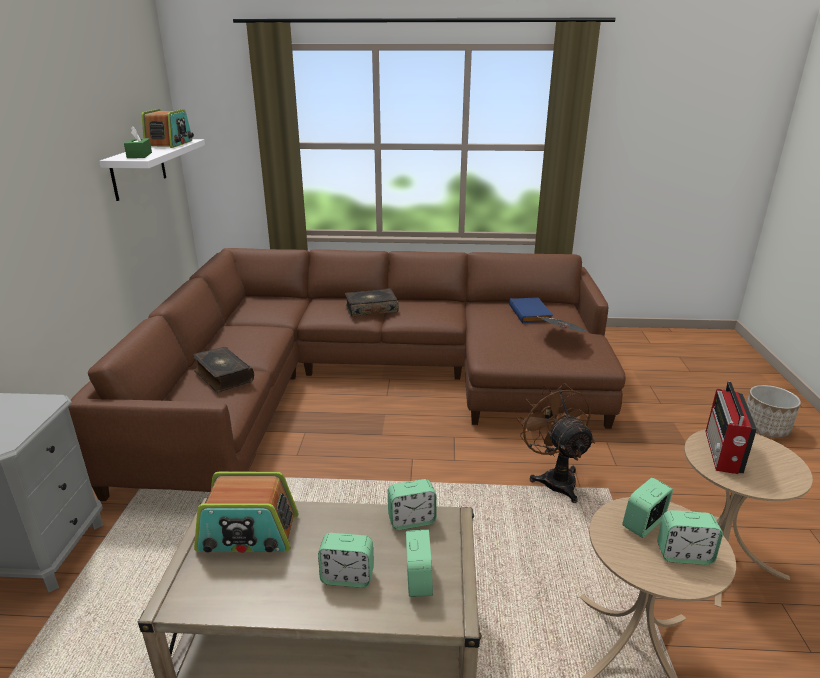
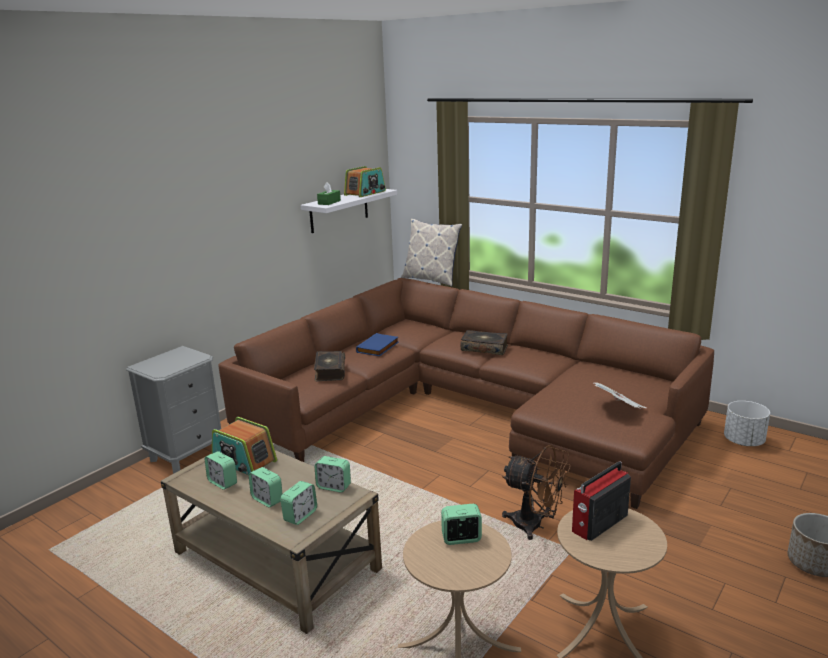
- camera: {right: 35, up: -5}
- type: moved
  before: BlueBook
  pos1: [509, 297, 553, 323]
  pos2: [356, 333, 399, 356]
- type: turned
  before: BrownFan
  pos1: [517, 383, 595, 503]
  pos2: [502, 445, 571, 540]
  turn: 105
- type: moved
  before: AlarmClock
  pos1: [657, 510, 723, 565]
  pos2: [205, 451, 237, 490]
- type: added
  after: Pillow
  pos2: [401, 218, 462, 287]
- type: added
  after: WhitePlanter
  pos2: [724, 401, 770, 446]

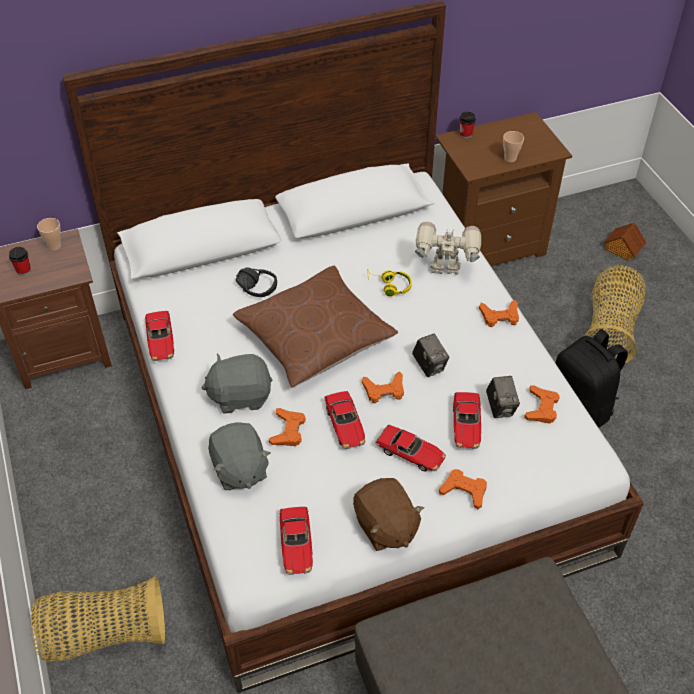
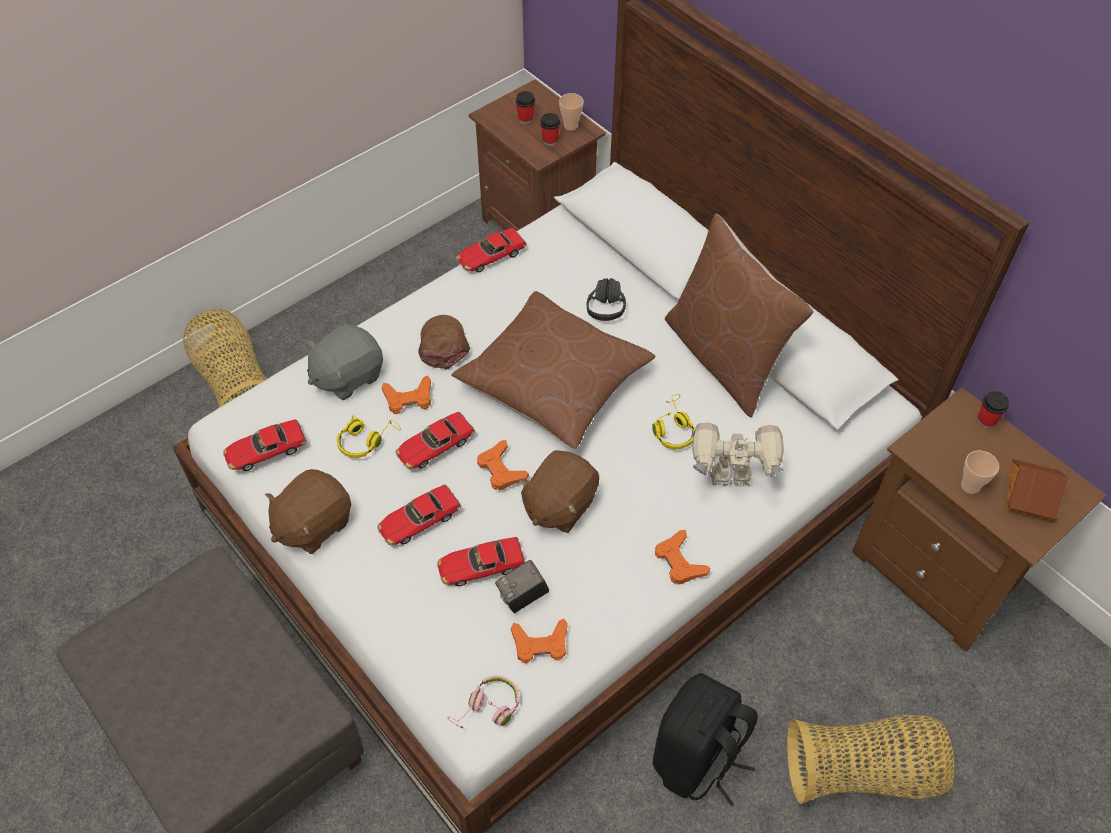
- camera: {right: 70, up: 5}
- type: turned
  before: ToyRobot
  pos1: [415, 221, 481, 275]
  pos2: [692, 422, 784, 486]
  turn: -75
- type: moved
  before: ToyHouse
  pos1: [604, 222, 647, 261]
  pos2: [1005, 459, 1069, 521]
- type: replaced
  before: PhotoCamera
  after: BrownPlushToy
  pos1: [412, 334, 450, 377]
  pos2: [519, 450, 599, 533]
- type: replaced
  before: GreyPlushToy
  after: BrownCap
  pos1: [201, 354, 272, 414]
  pos2: [419, 315, 470, 369]
- type: turned
  before: ToyCar
  pos1: [375, 425, 446, 471]
  pos2: [377, 485, 461, 545]
  turn: 45
- type: removed
  before: OrangeGameController
  pos1: [439, 469, 487, 509]
- type: added
  after: Cup
  pos2: [540, 113, 560, 146]
- type: added
  after: BrownPillow
  pos2: [665, 213, 814, 417]
- type: added
  after: YellowHeadphones
  pos2: [337, 415, 401, 458]
- type: added
  after: PinkHeadphones
  pos2: [447, 675, 520, 728]

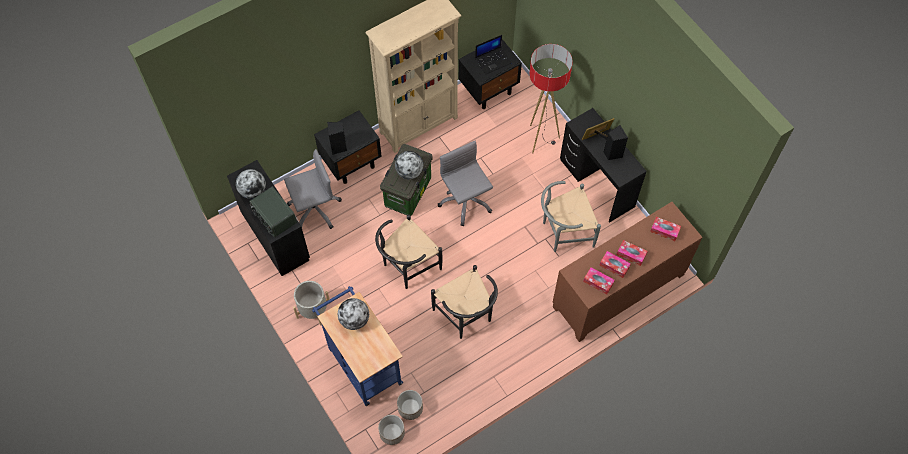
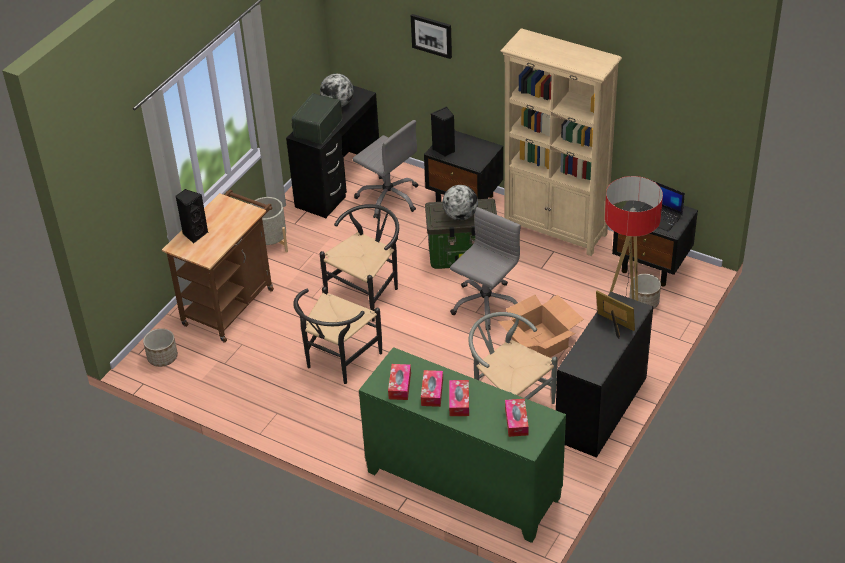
- camera: {right: 65, up: -20}
- type: moved
  before: BlackSpeaker
  pos1: [603, 125, 628, 161]
  pos2: [176, 189, 208, 243]
- type: recoloured
  before: BrownCabinet
  after: GreenCabinet
  pos1: [553, 202, 703, 342]
  pos2: [359, 347, 566, 543]
- type: turned
  before: BlackChair
  pos1: [375, 214, 442, 289]
  pos2: [319, 204, 399, 322]
  turn: 105
- type: recoloured
  before: BlueCart
  after: BrownCart
  pos1: [312, 286, 403, 406]
  pos2: [162, 190, 274, 342]
- type: removed
  before: Globe
  pos1: [338, 298, 369, 330]
- type: moved
  before: Planter
  pos1: [397, 390, 423, 420]
  pos2: [629, 274, 661, 309]
- type: added
  after: Picture
  pos2: [411, 14, 452, 59]
- type: added
  after: CardboardBox
  pos2: [498, 295, 584, 358]

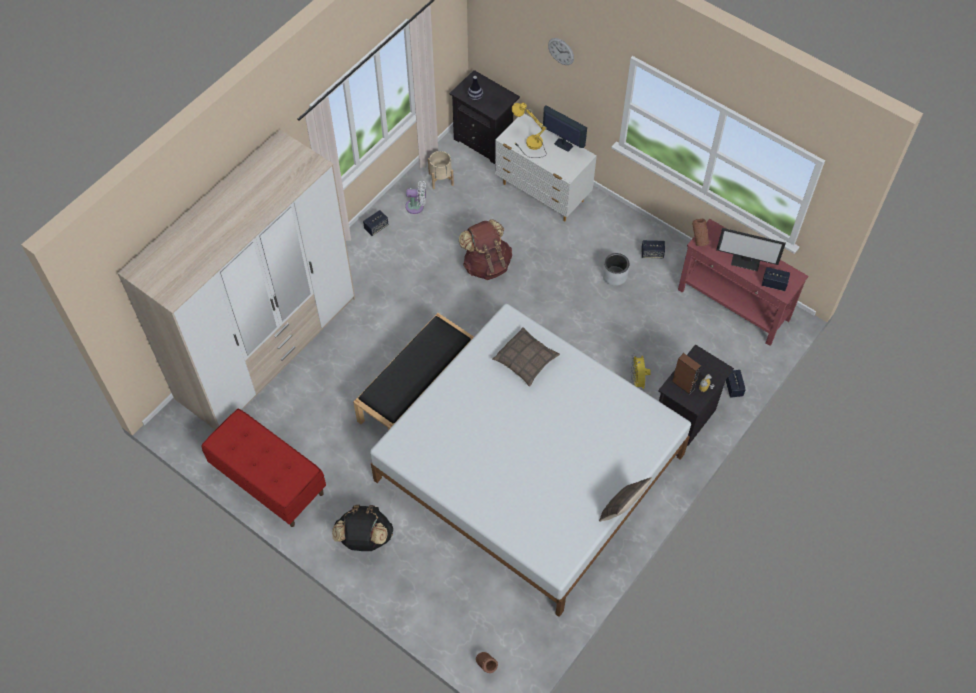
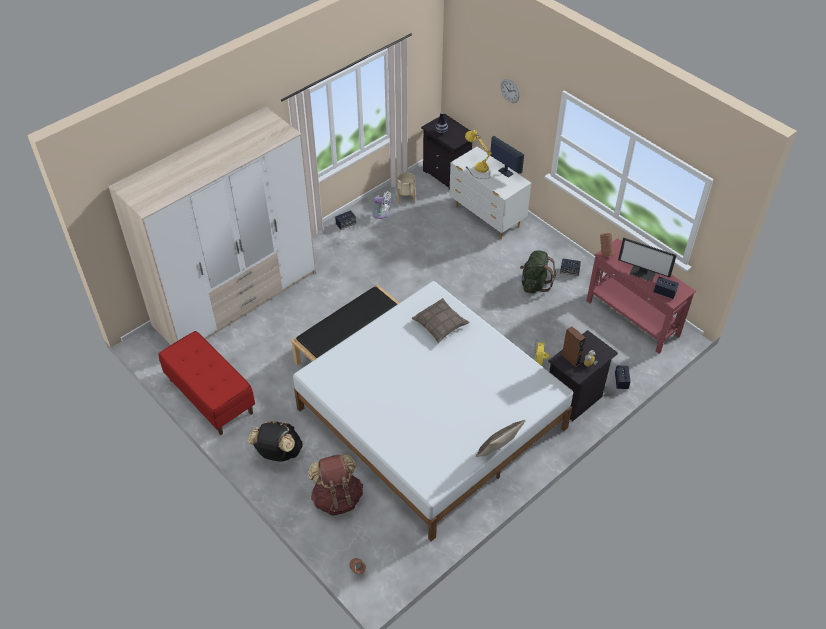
- camera: {right: 10, up: -10}
- type: moved
  before: BrownBackpack
  pos1: [459, 219, 512, 280]
  pos2: [308, 454, 363, 515]
- type: replaced
  before: GreyPlanter
  after: GreenBackpack
  pos1: [602, 253, 629, 286]
  pos2: [520, 250, 556, 294]

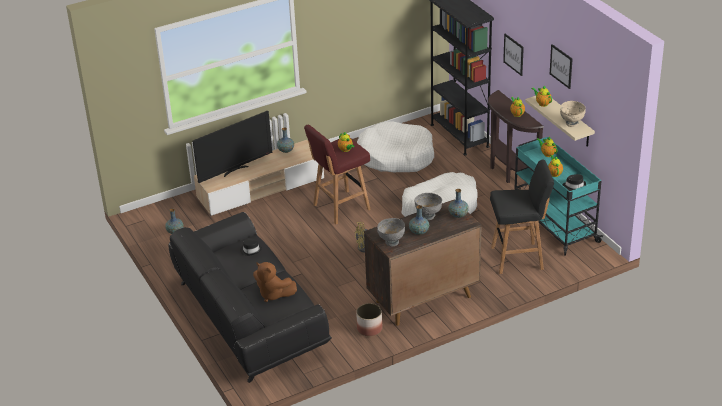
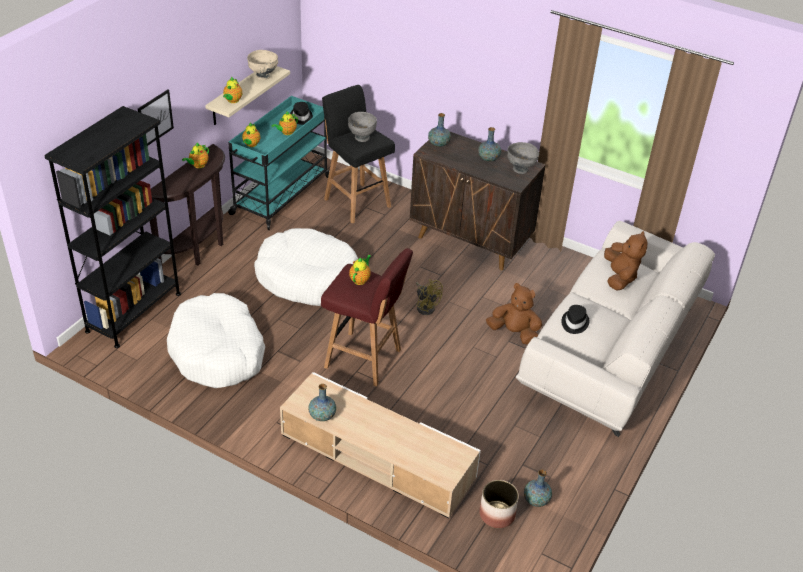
- camera: {right: -125, up: 5}
- type: removed
  before: Picture
  pos1: [550, 44, 572, 89]
- type: removed
  before: Television
  pos1: [193, 110, 272, 183]
- type: moved
  before: GreyBowl
  pos1: [414, 193, 442, 220]
  pos2: [348, 112, 377, 142]
- type: recoloured
  before: BlackSofa
  after: WhiteSofa
  pos1: [168, 212, 332, 383]
  pos2: [516, 221, 715, 437]
- type: moved
  before: Planter
  pos1: [356, 303, 382, 336]
  pos2: [479, 480, 519, 528]
- type: added
  after: BrownPlushToy
  pos2: [486, 283, 542, 345]

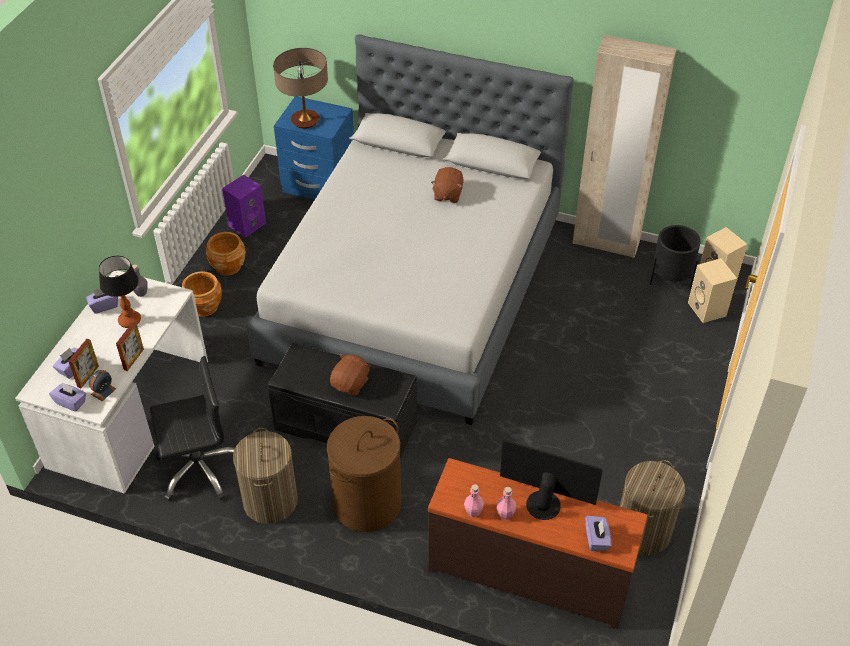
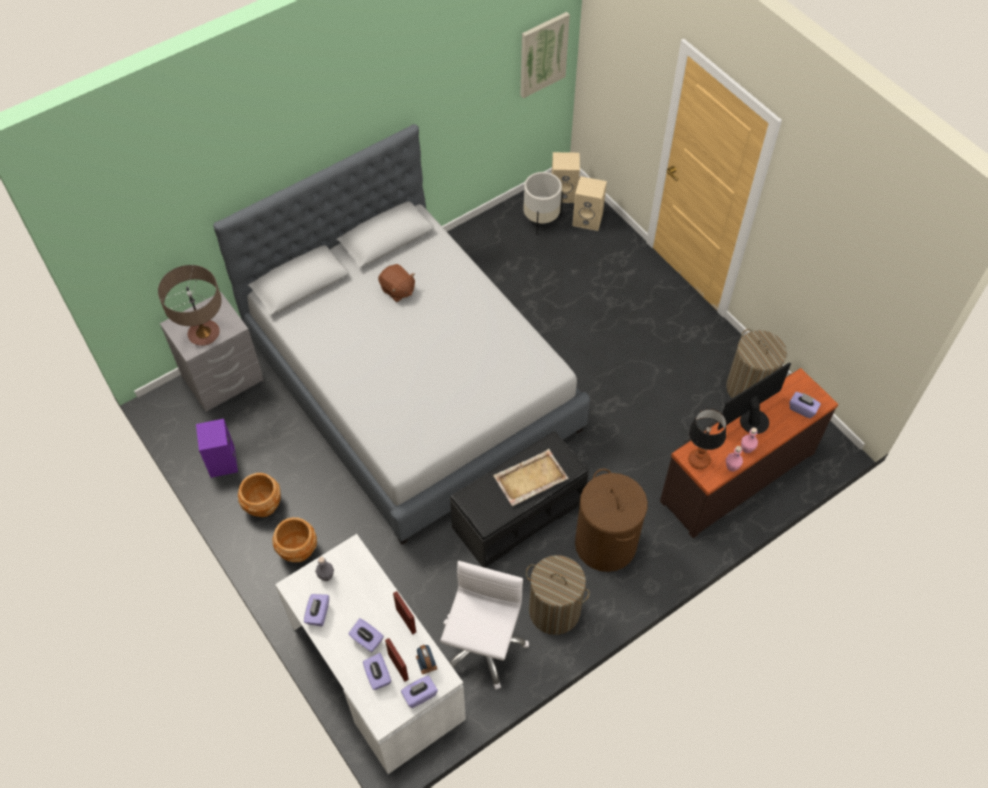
- camera: {right: -55, up: 10}
- type: removed
  before: BeigeWardrobe
  pos1: [572, 35, 676, 258]
- type: recoloured
  before: BlueNightstand
  after: GreyNightstand
  pos1: [274, 96, 354, 200]
  pos2: [160, 292, 263, 412]
- type: recoloured
  before: BlackPlanter
  after: WhitePlanter
  pos1: [650, 225, 701, 289]
  pos2: [523, 172, 563, 235]
- type: moved
  before: TableLamp
  pos1: [99, 256, 141, 328]
  pos2: [688, 409, 726, 469]
- type: replaced
  before: BrownPlushToy
  after: BeigeTray
  pos1: [330, 354, 370, 396]
  pos2: [493, 449, 569, 506]
- type: recoloured
  before: BlackOfficeChair
  after: WhiteOfficeChair
  pos1: [150, 356, 235, 501]
  pos2: [440, 561, 529, 689]
- type: added
  after: Picture
  pos2: [520, 12, 570, 98]
- type: added
  after: PurpleTissueBox
  pos2: [348, 618, 384, 652]

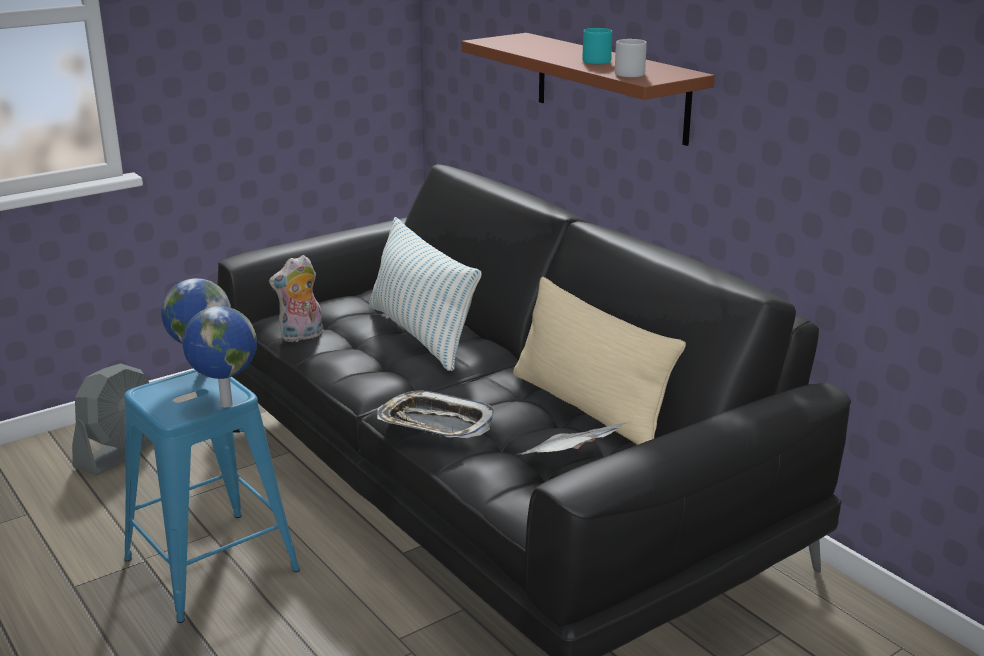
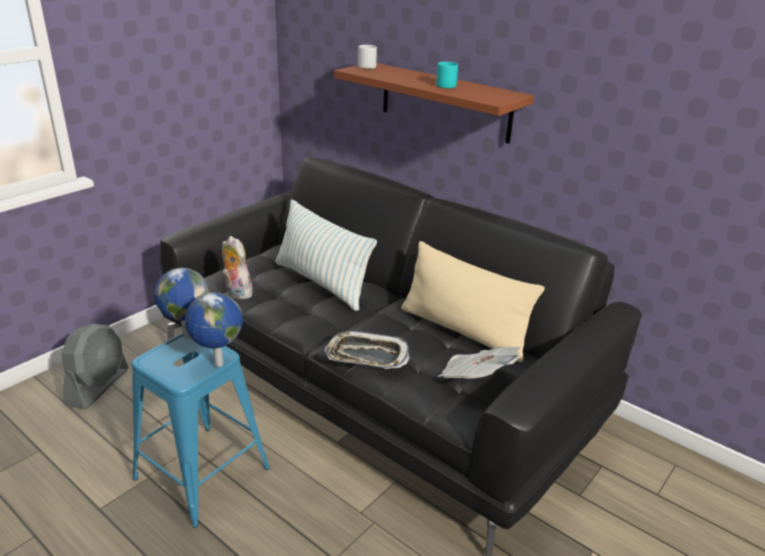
- camera: {right: -15, up: 5}
- type: moved
  before: GreyMug
  pos1: [615, 39, 647, 77]
  pos2: [358, 45, 377, 69]
- type: turned
  before: PlushToy
  pos1: [269, 255, 323, 343]
  pos2: [222, 236, 253, 300]
  turn: 90

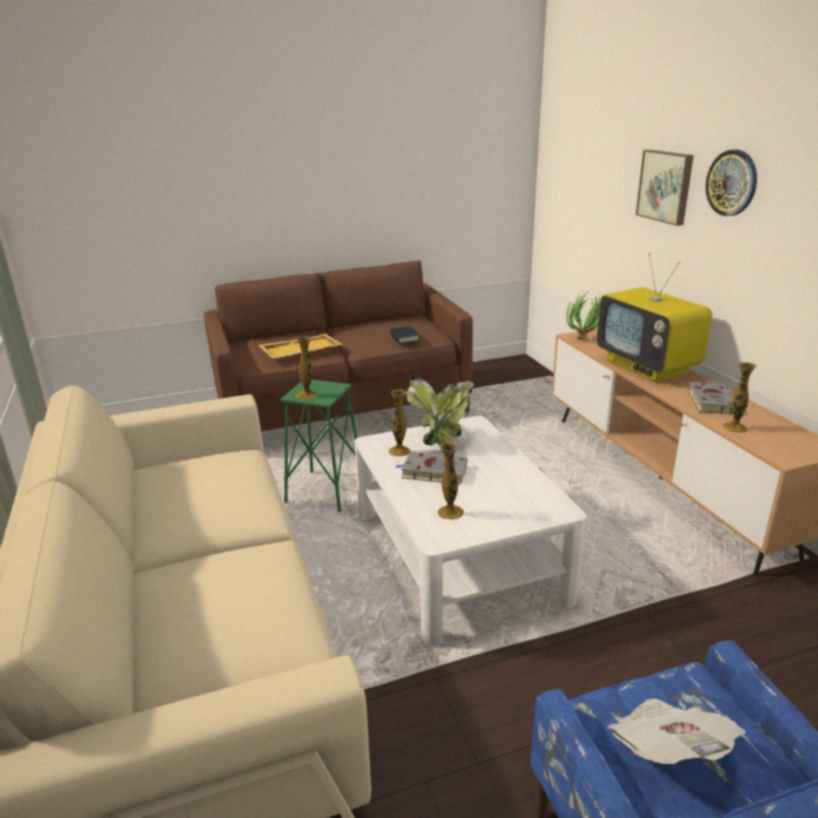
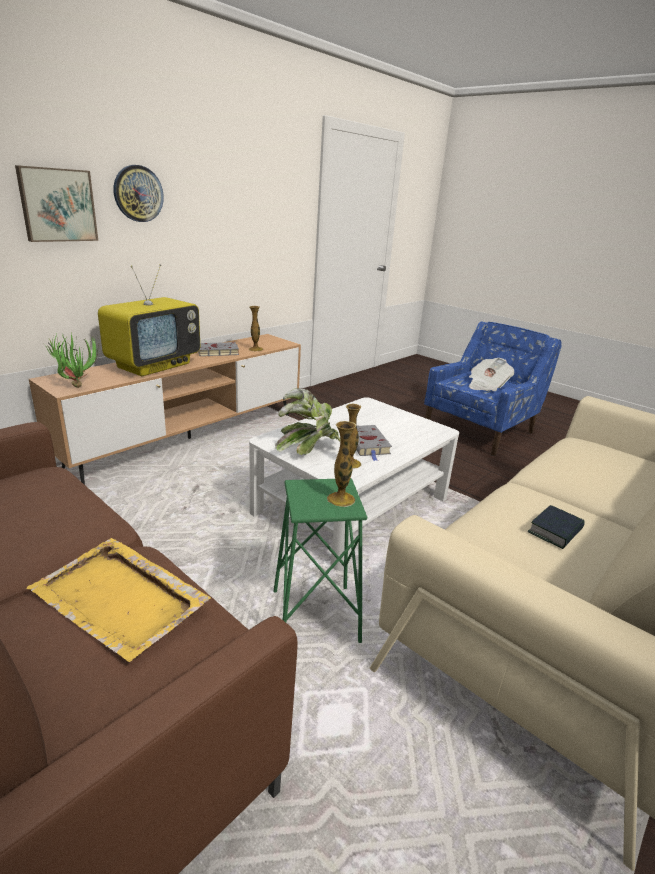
- camera: {right: -120, up: 0}
- type: moved
  before: Book
  pos1: [390, 326, 419, 344]
  pos2: [528, 505, 585, 549]
- type: removed
  before: Vase
  pos1: [438, 442, 464, 519]

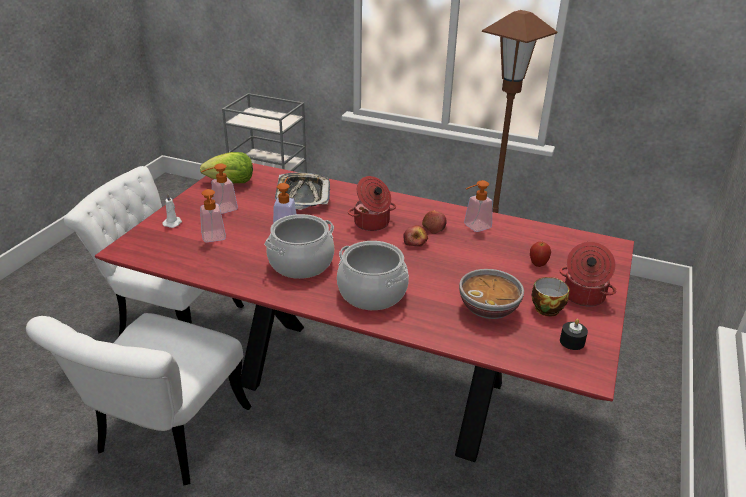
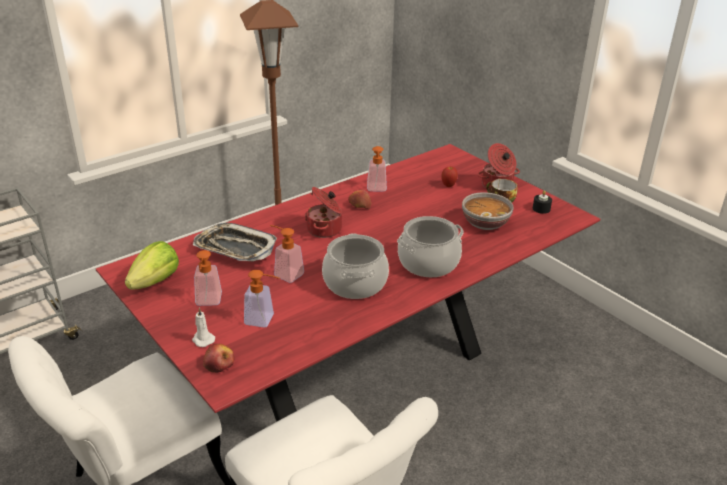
- camera: {right: -60, up: 0}
- type: moved
  before: Apple
  pos1: [403, 225, 428, 247]
  pos2: [203, 344, 235, 373]

